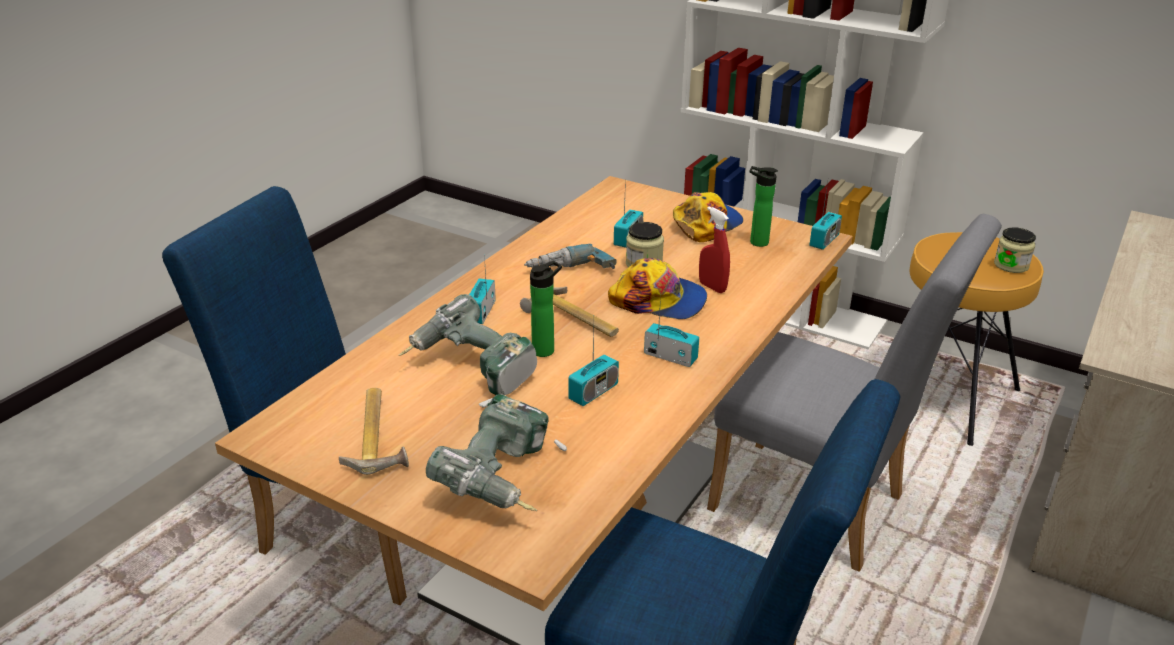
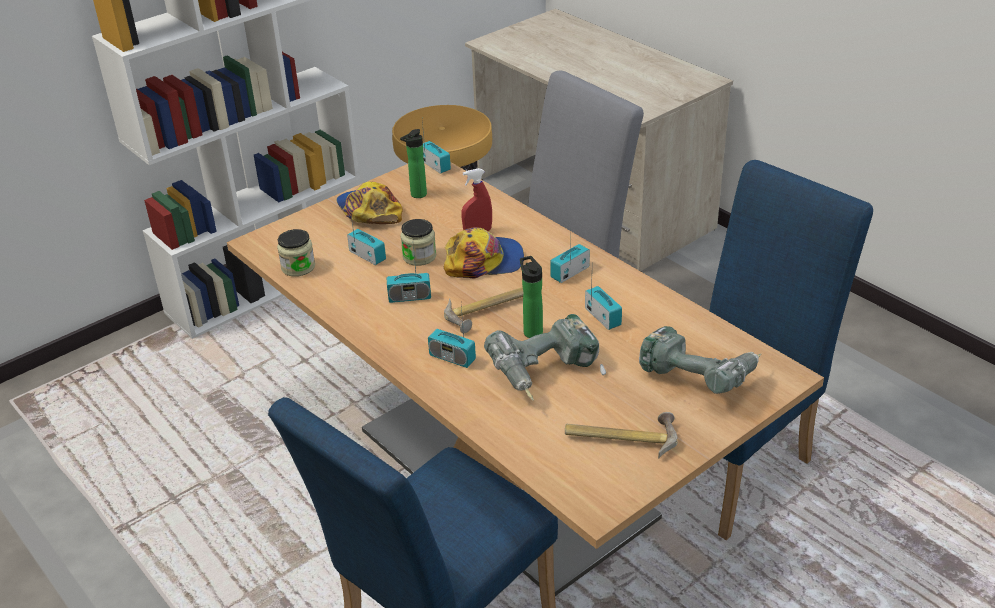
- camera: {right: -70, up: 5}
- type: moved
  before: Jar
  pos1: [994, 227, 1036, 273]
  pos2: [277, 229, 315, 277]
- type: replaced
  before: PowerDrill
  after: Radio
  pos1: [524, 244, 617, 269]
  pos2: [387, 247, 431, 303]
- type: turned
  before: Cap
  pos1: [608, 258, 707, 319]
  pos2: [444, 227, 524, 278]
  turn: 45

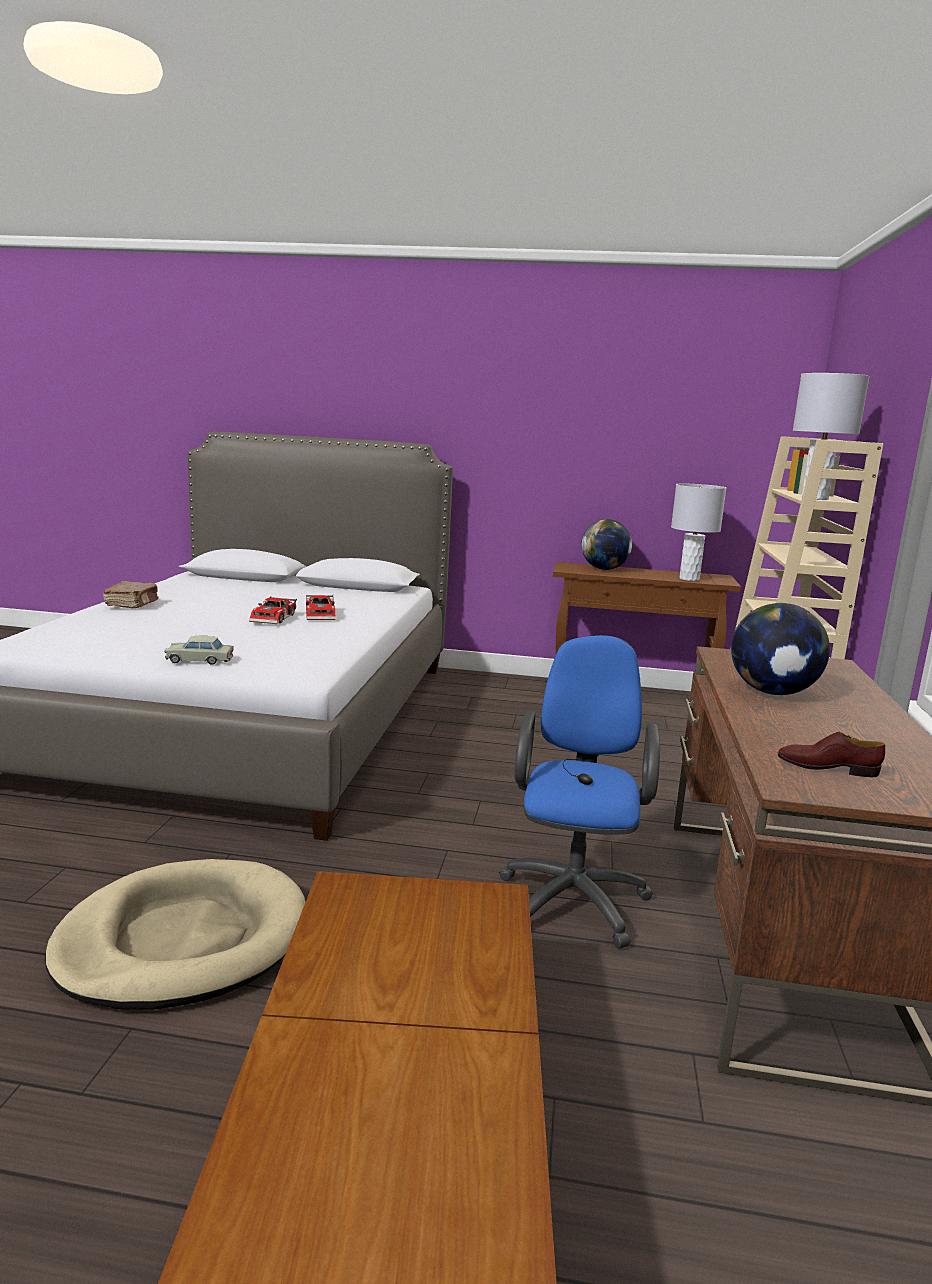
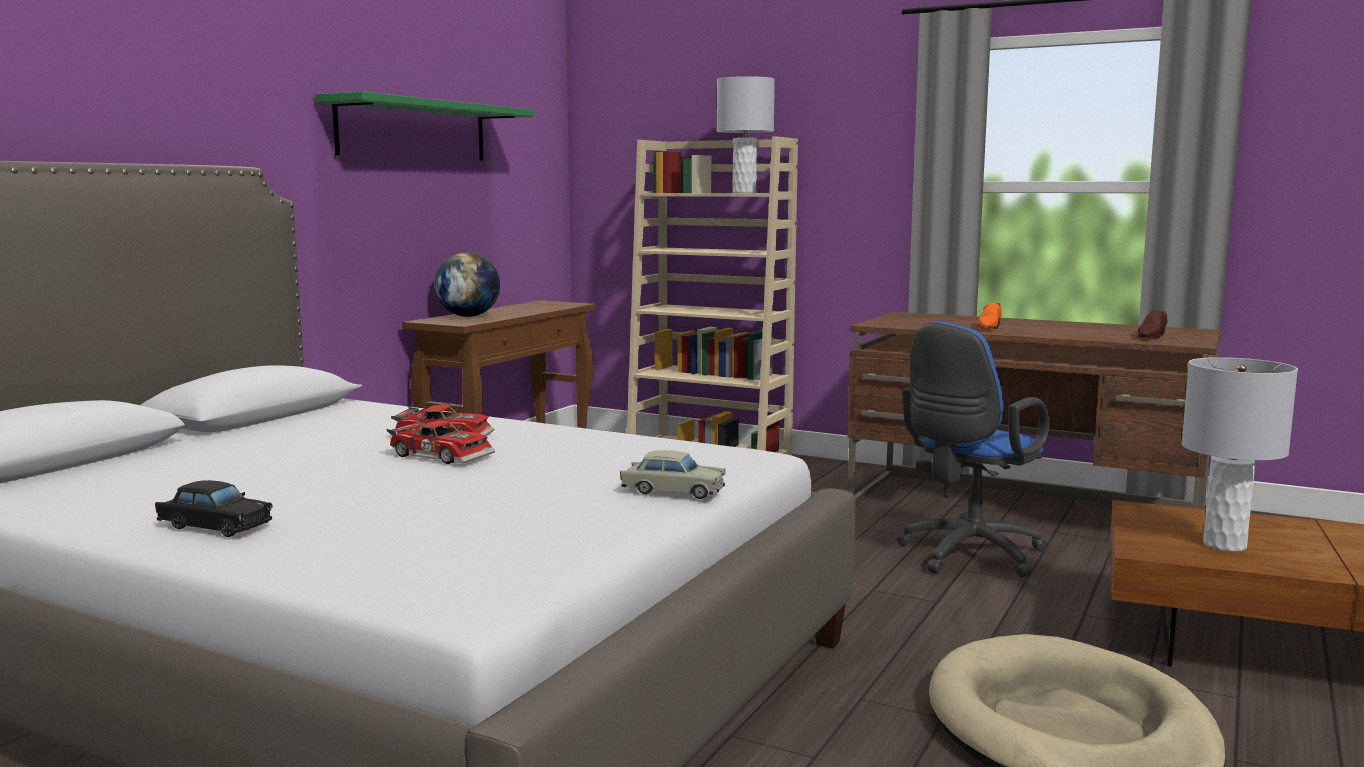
- camera: {right: -70, up: -5}
- type: moved
  before: GreyTableLamp
  pos1: [671, 483, 726, 581]
  pos2: [1181, 357, 1298, 552]
- type: replaced
  before: BrownBook
  after: BlackToyCar
  pos1: [103, 581, 158, 608]
  pos2: [155, 480, 272, 537]
- type: replaced
  before: Globe
  after: OrangeShoe
  pos1: [731, 603, 830, 695]
  pos2: [978, 302, 1002, 329]
- type: turned
  before: BlueOfficeChair
  pos1: [499, 635, 660, 949]
  pos2: [897, 322, 1049, 577]
  turn: -75
- type: turned
  before: BeigeToyCar
  pos1: [164, 636, 234, 665]
  pos2: [620, 450, 726, 499]
  turn: -90
- type: added
  after: GreenShelf
  pos2: [315, 91, 534, 161]

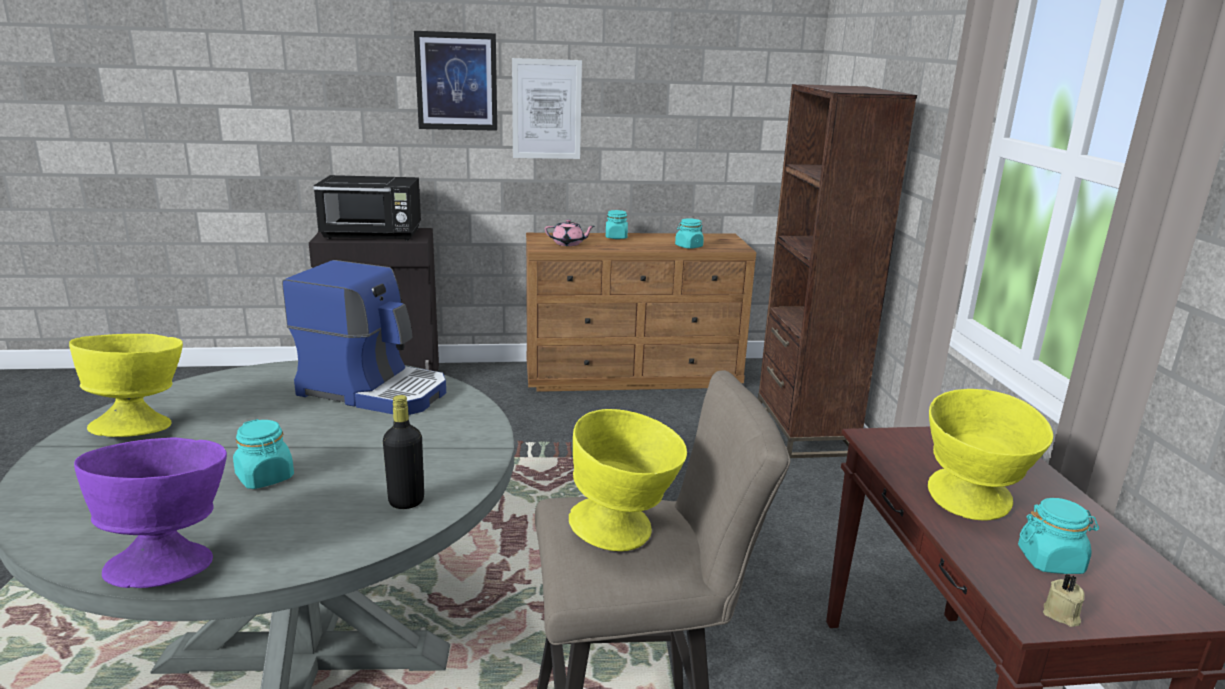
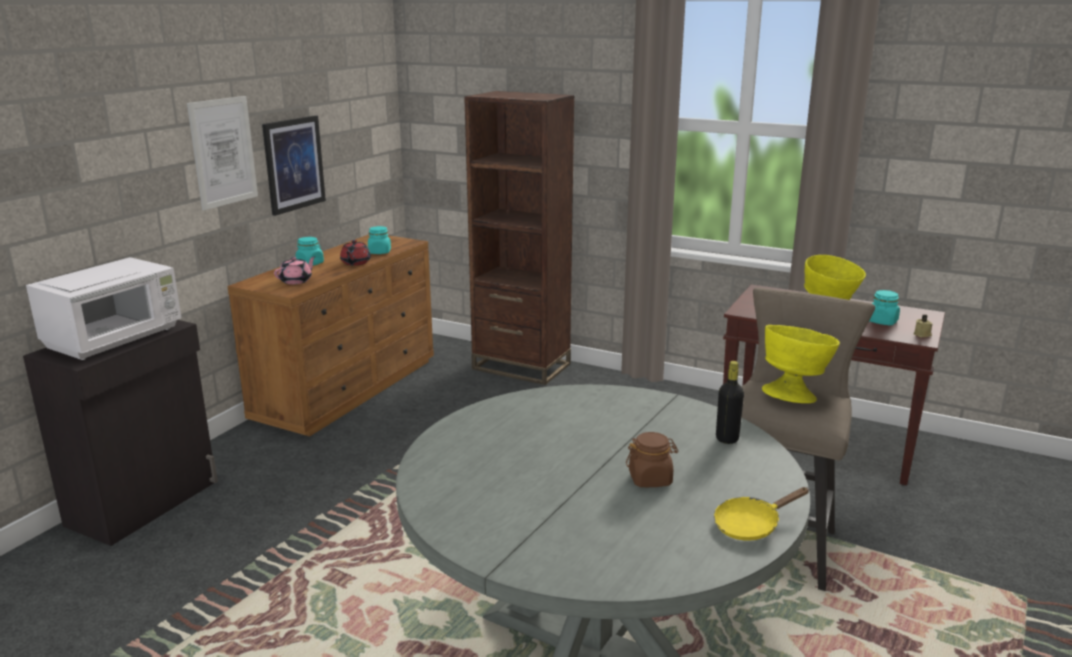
- camera: {right: -55, up: 0}
- type: moved
  before: Picture
  pos1: [414, 31, 497, 131]
  pos2: [262, 115, 326, 216]
- type: recoloured
  before: BlackMicrowave
  after: WhiteMicrowave
  pos1: [313, 175, 421, 241]
  pos2: [26, 257, 181, 360]
- type: removed
  before: CoffeeMachine
  pos1: [282, 260, 446, 415]
- type: removed
  before: YellowBowl
  pos1: [69, 334, 183, 437]
- type: recoloured
  before: TurquoiseJar
  after: BrownJar
  pos1: [233, 419, 294, 489]
  pos2: [626, 432, 678, 487]
- type: replaced
  before: PurpleBowl
  after: YellowFryingPan
  pos1: [74, 438, 227, 588]
  pos2: [714, 487, 809, 541]
- type: added
  after: RedTeapot
  pos2: [340, 240, 371, 266]

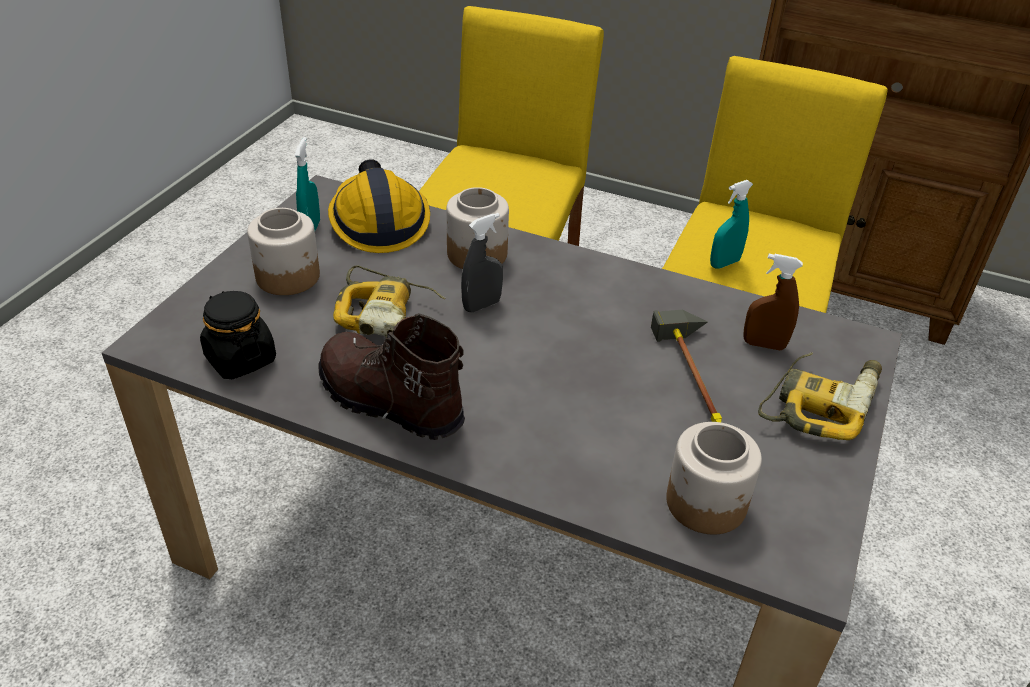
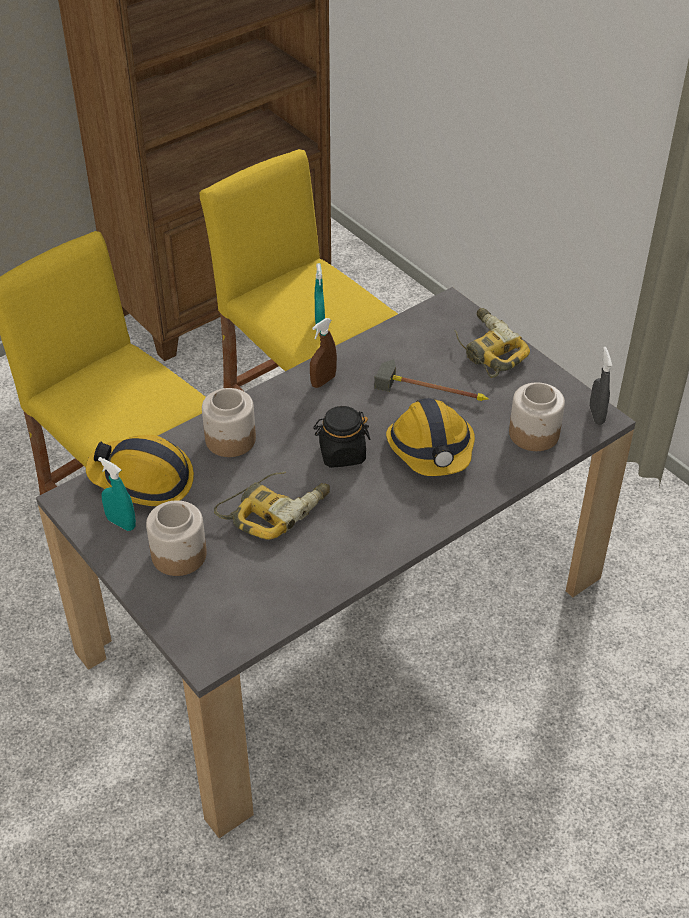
- camera: {right: -60, up: 5}
- type: moved
  before: GreySprayBottle
  pos1: [461, 213, 503, 312]
  pos2: [590, 347, 612, 425]
- type: moved
  before: BrownSprayBottle
  pos1: [743, 254, 803, 350]
  pos2: [310, 318, 337, 388]
- type: moved
  before: BlackJar
  pos1: [200, 291, 276, 379]
  pos2: [313, 406, 370, 468]
- type: removed
  before: BrownBoot
  pos1: [318, 313, 465, 440]
- type: added
  after: HardHat
  pos2: [386, 398, 475, 476]

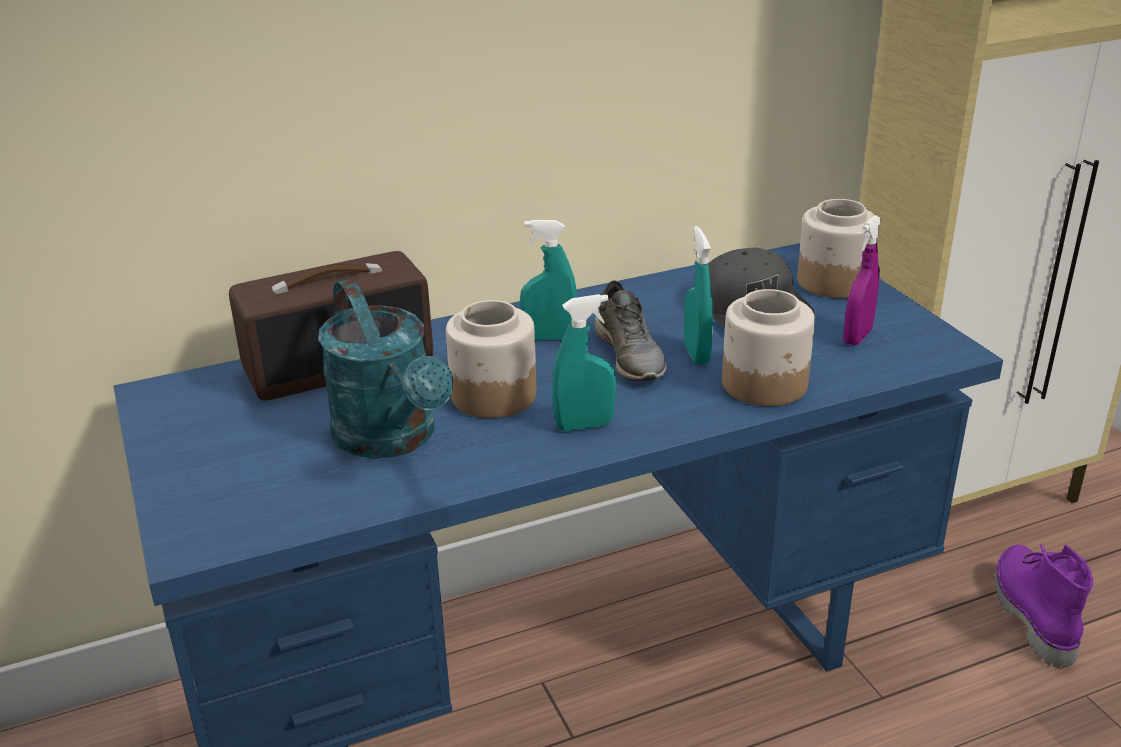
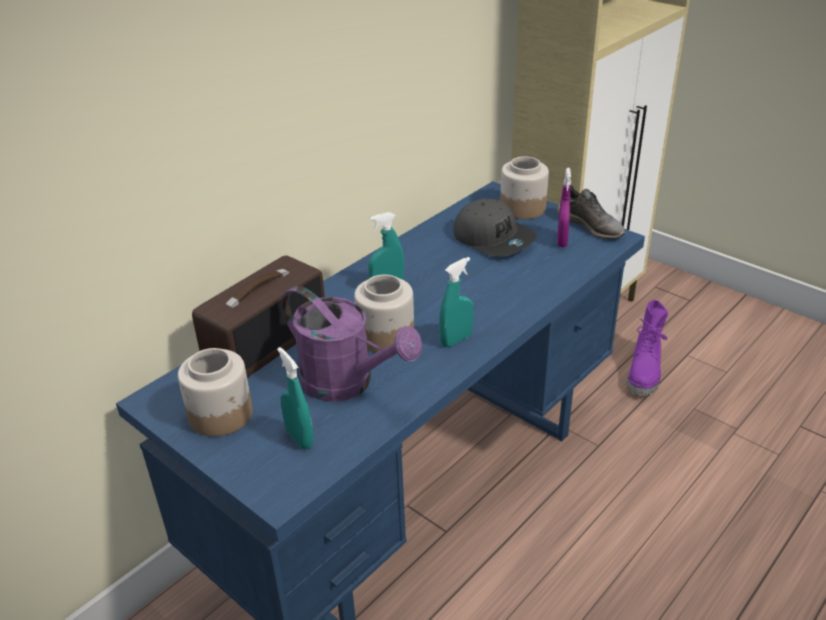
- camera: {right: -25, up: 5}
- type: moved
  before: TurquoiseSprayBottle
  pos1: [684, 226, 713, 365]
  pos2: [277, 347, 314, 450]
- type: recoloured
  before: TurquoiseWateringCan
  after: PurpleWateringCan
  pos1: [318, 279, 453, 458]
  pos2: [282, 286, 423, 402]
- type: moved
  before: GreyShoe
  pos1: [594, 280, 667, 381]
  pos2: [557, 186, 626, 239]
- type: moved
  before: Jar
  pos1: [722, 289, 815, 406]
  pos2: [178, 348, 252, 437]
- type: turned
  before: PurpleBoot
  pos1: [994, 544, 1093, 668]
  pos2: [627, 300, 668, 396]
  turn: -135

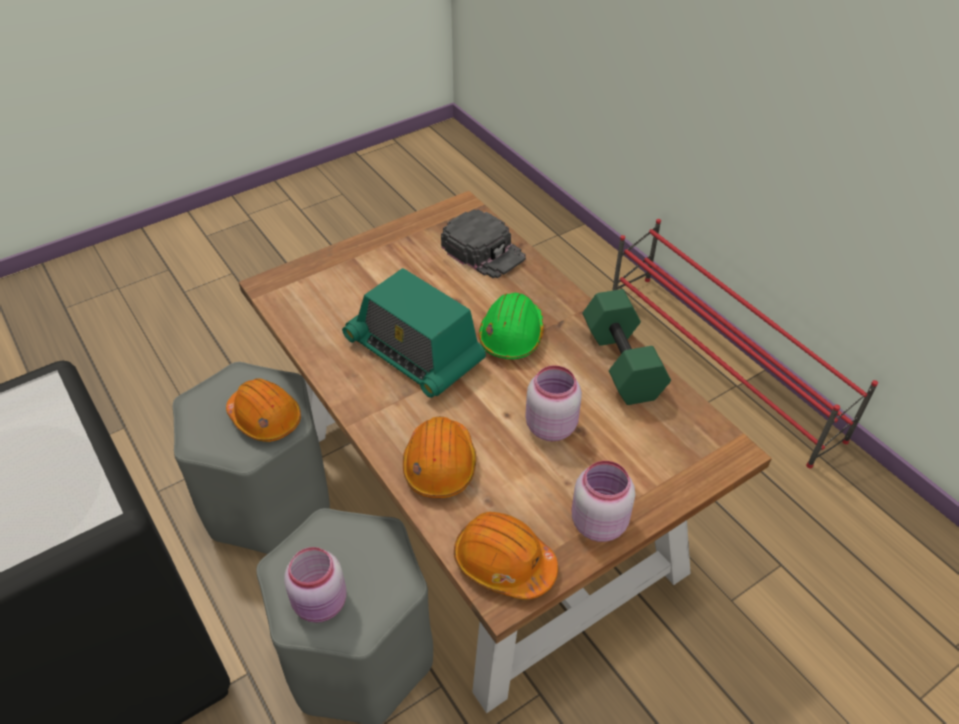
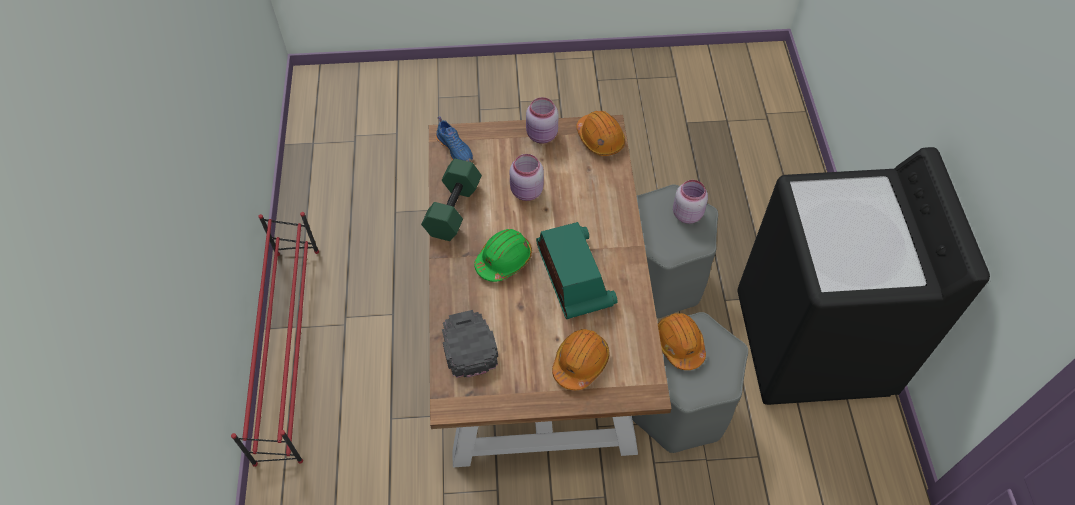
- camera: {right: -150, up: 10}
- type: moved
  before: OrangeHardHat
  pos1: [403, 417, 476, 498]
  pos2: [552, 329, 610, 390]
- type: added
  after: BlueShoe
  pos2: [436, 116, 473, 162]

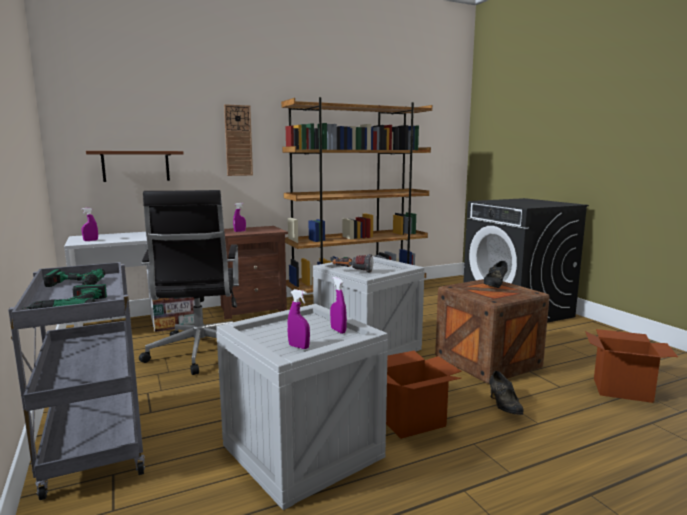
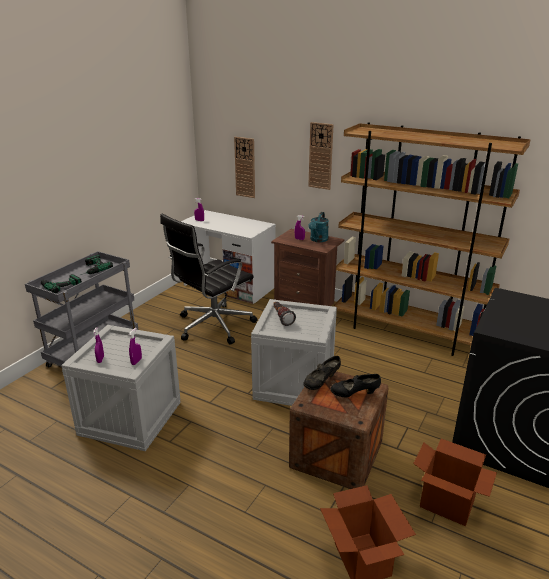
- camera: {right: 55, up: 15}
- type: replaced
  before: BrownShelf
  after: WallClock
  pos1: [86, 151, 184, 182]
  pos2: [234, 137, 255, 198]
- type: moved
  before: CardboardBox
  pos1: [386, 351, 462, 439]
  pos2: [413, 439, 497, 526]
- type: moved
  before: BlackShoe
  pos1: [489, 371, 524, 415]
  pos2: [303, 356, 341, 390]
- type: added
  after: TurquoiseWateringCan
  pos2: [308, 212, 329, 242]

